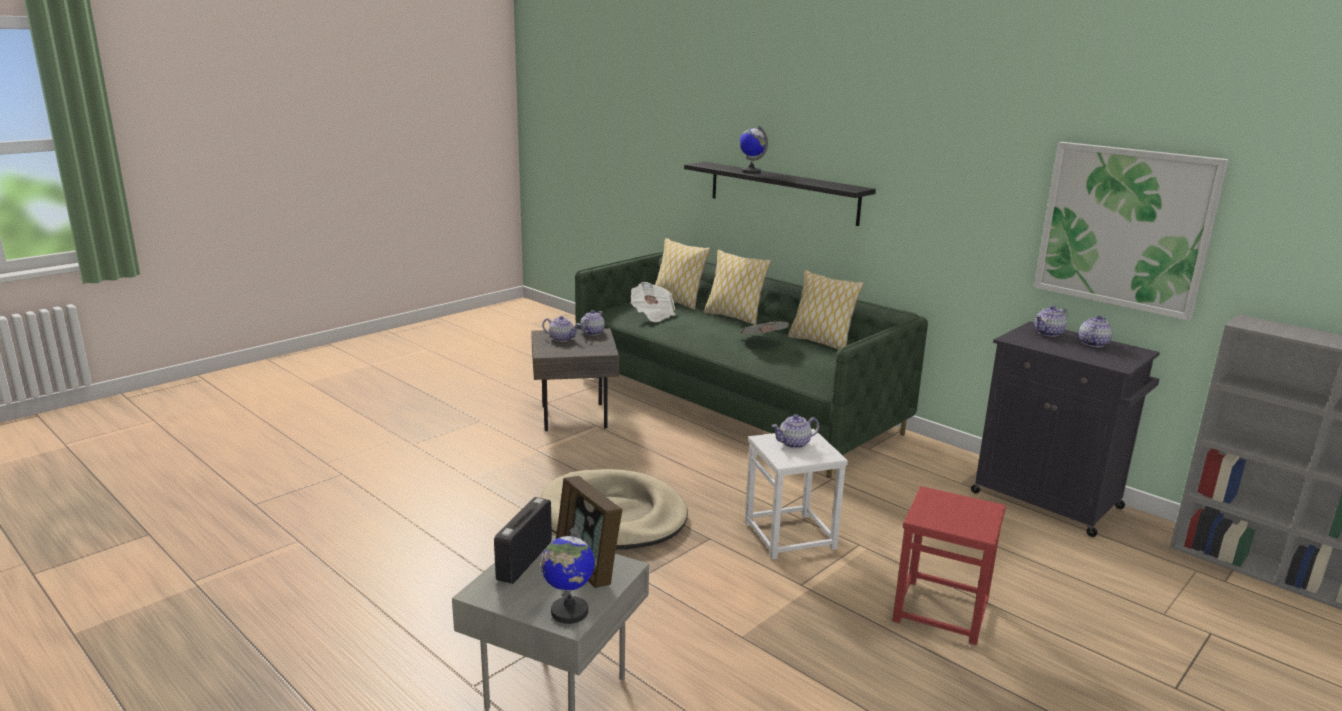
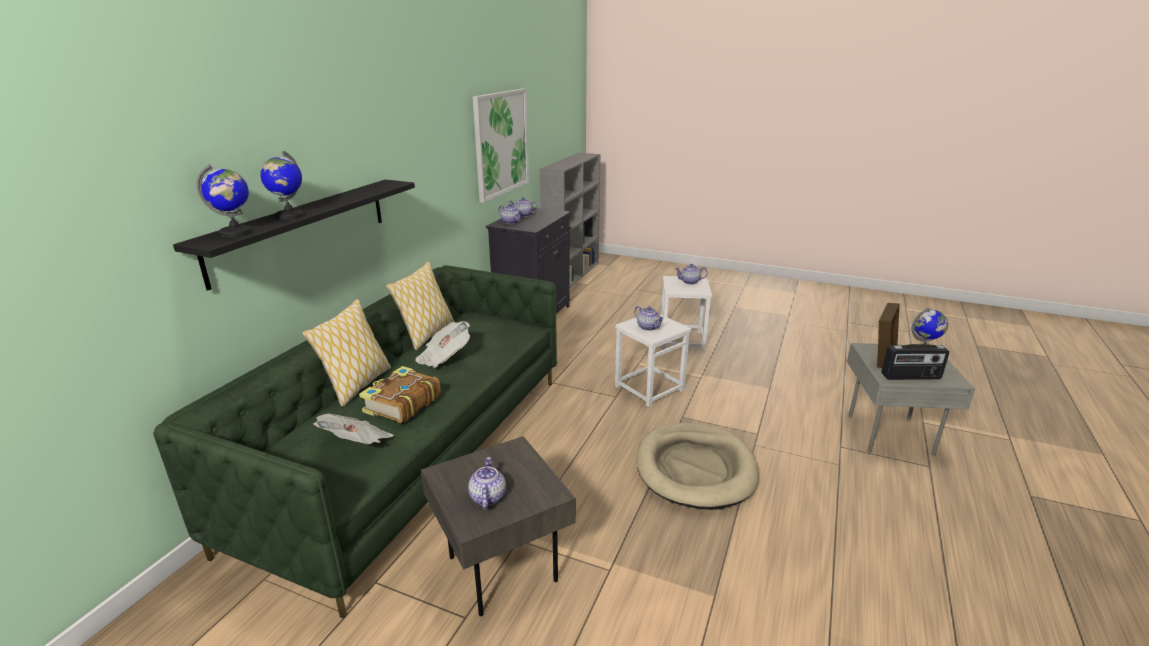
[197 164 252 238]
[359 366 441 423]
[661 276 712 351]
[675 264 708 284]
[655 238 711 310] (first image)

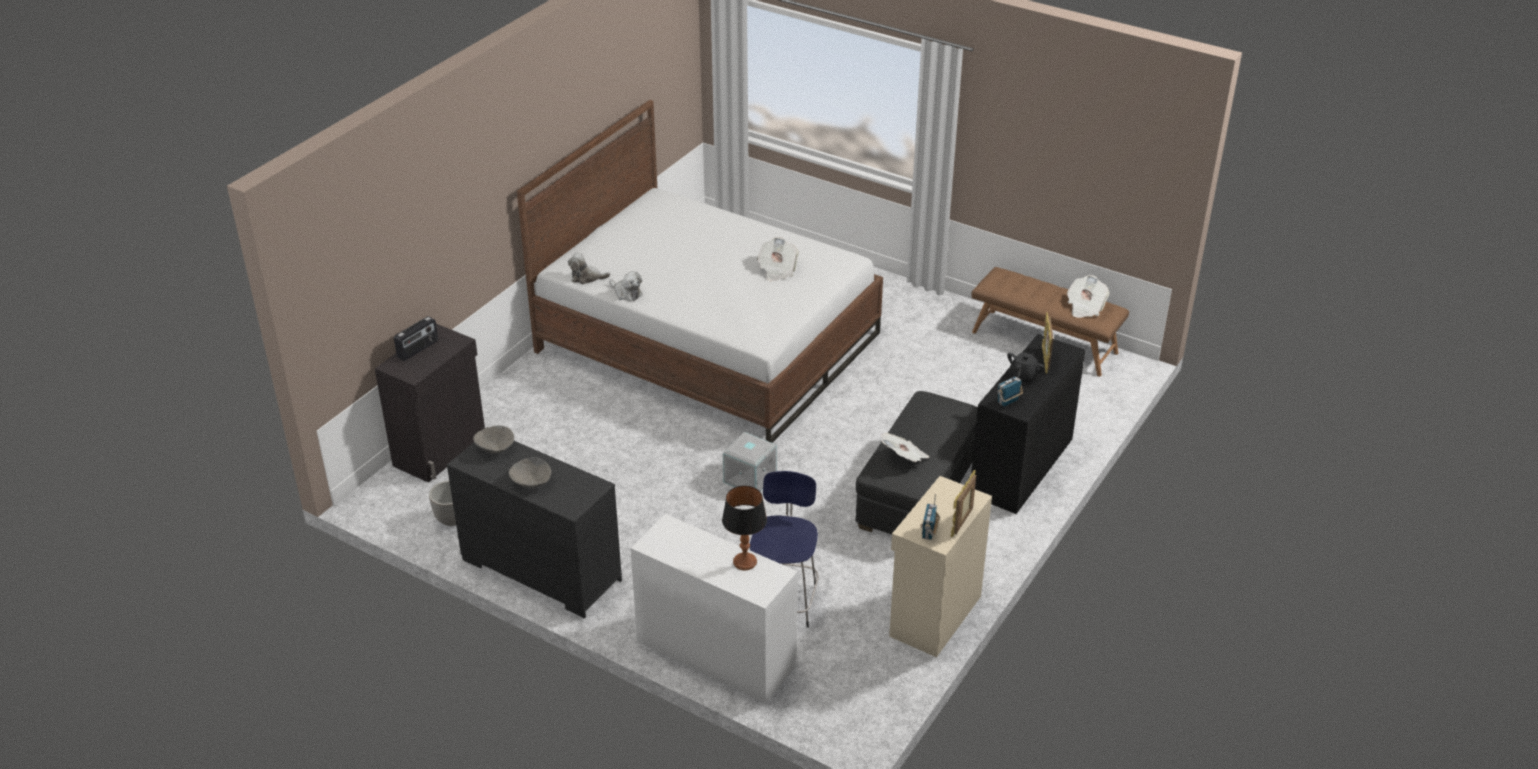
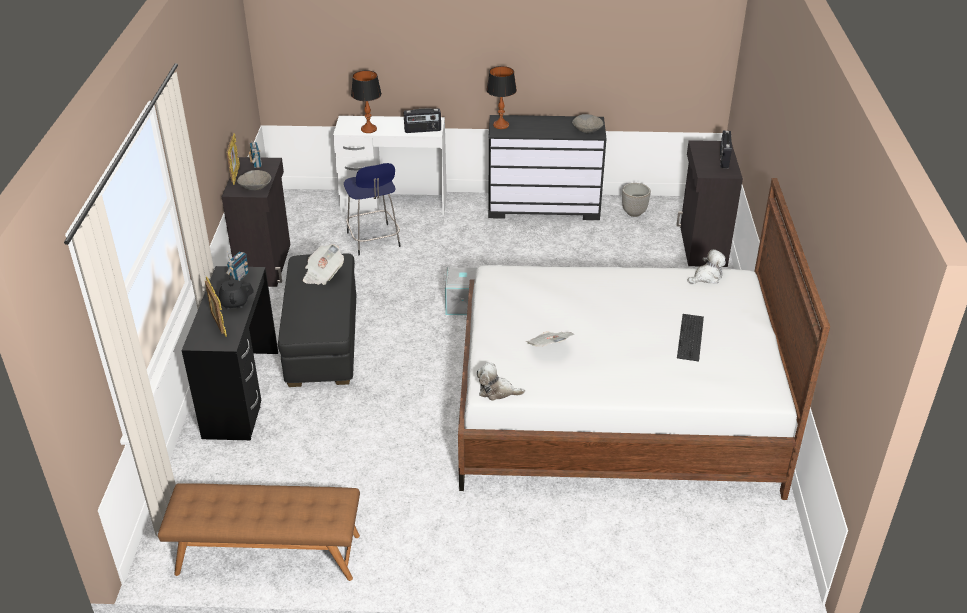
[213 275 254 310]
[222 157 290 287]
[237 170 271 190]
[404 108 441 133]
[477 362 525 401]
[486 66 517 129]
[677 314 704 361]
[1067 275 1109 318] (first image)

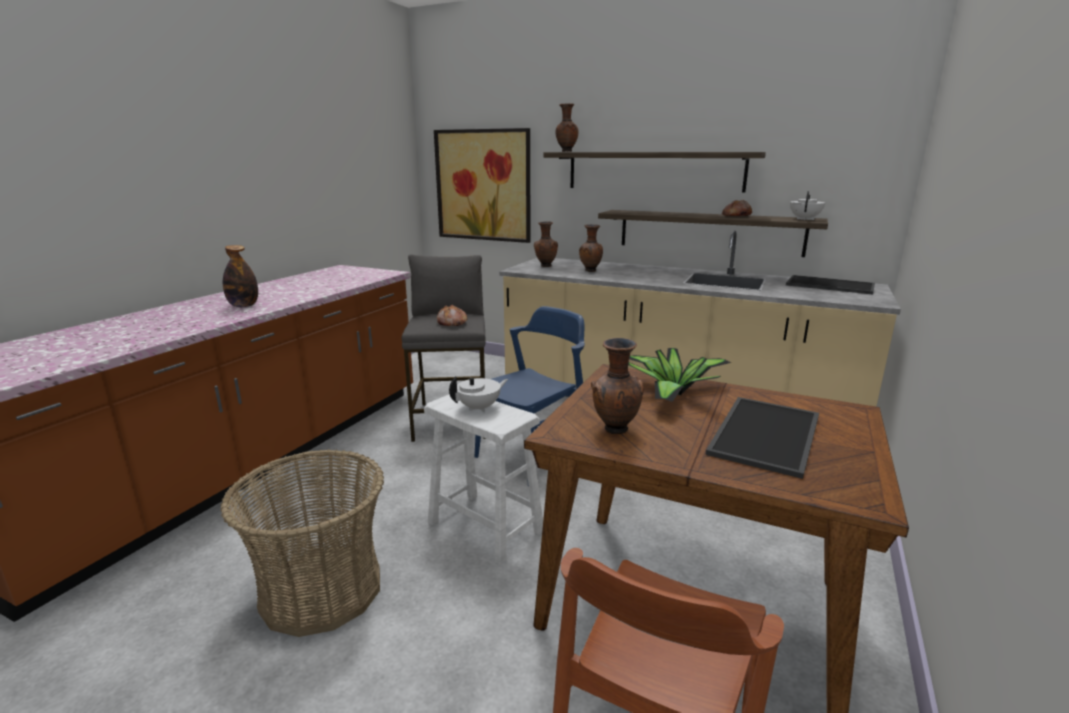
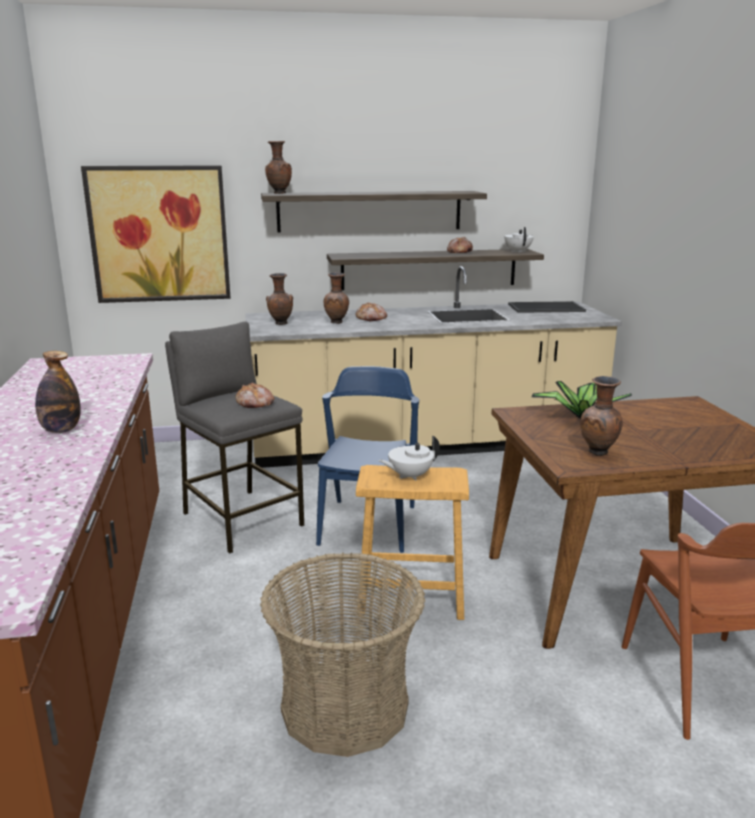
[355 302 387 322]
[356 465 469 620]
[379 435 440 481]
[705 397 819 479] (first image)

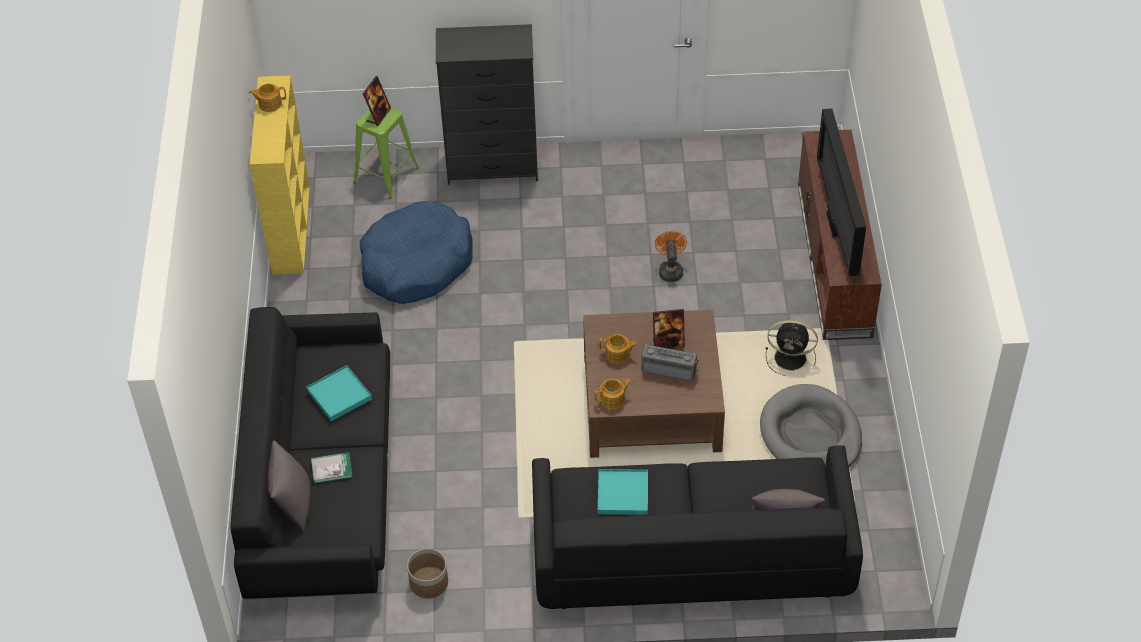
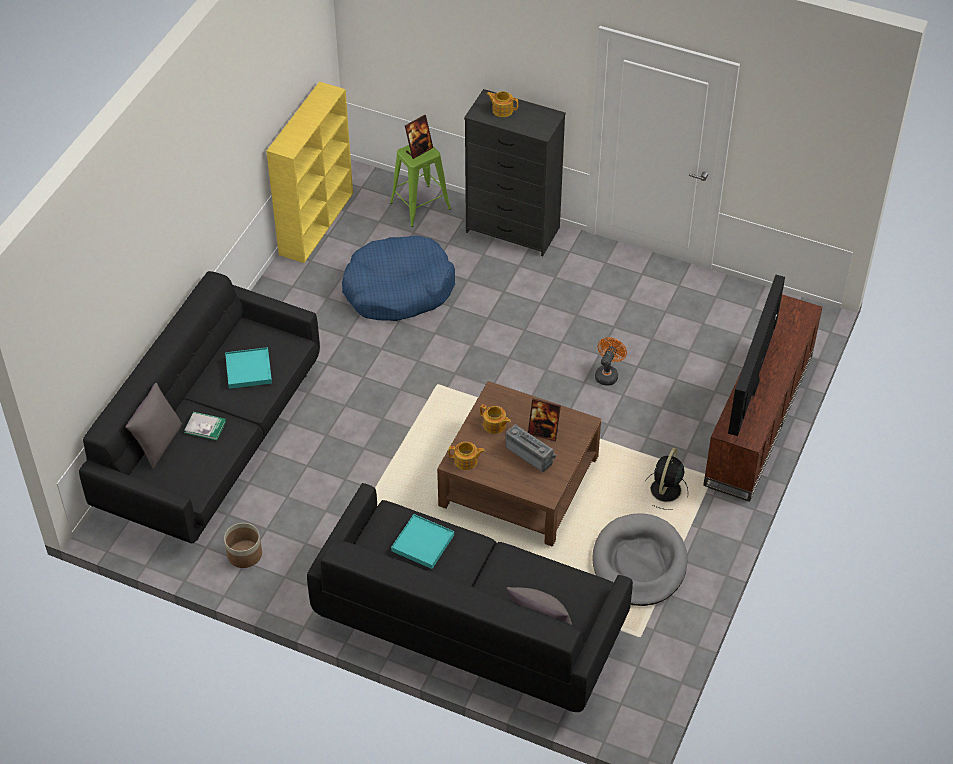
[486 91 518 117]
[645 448 688 510]

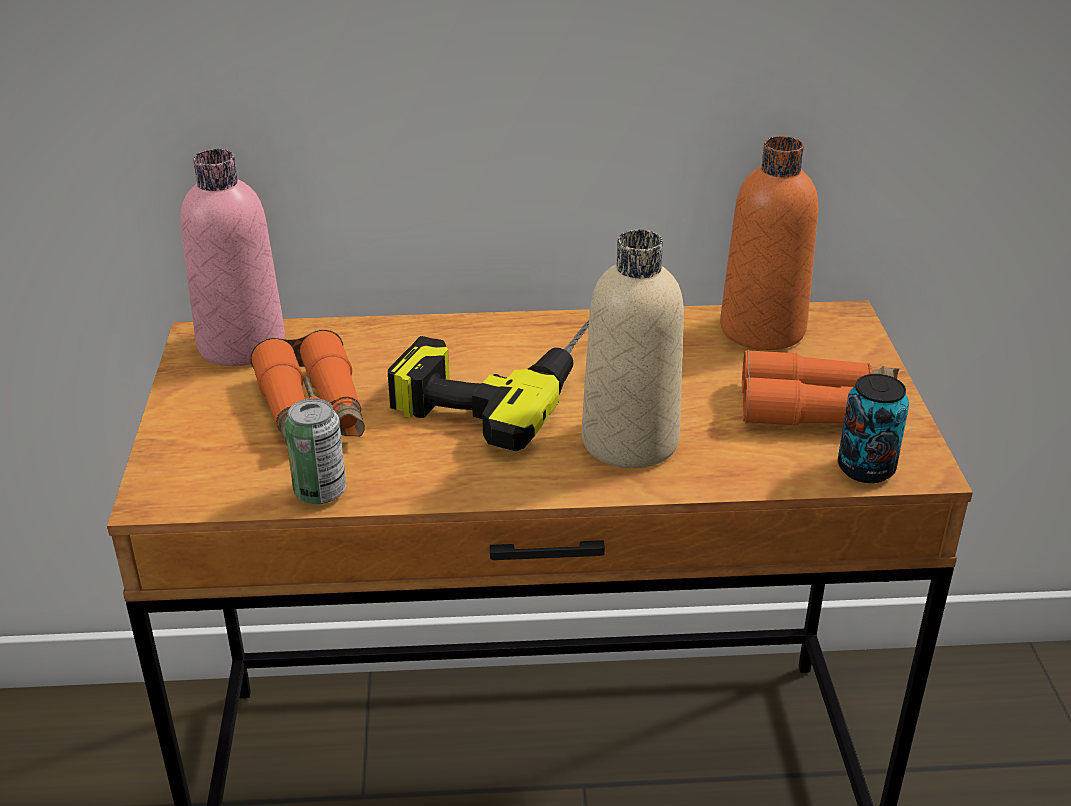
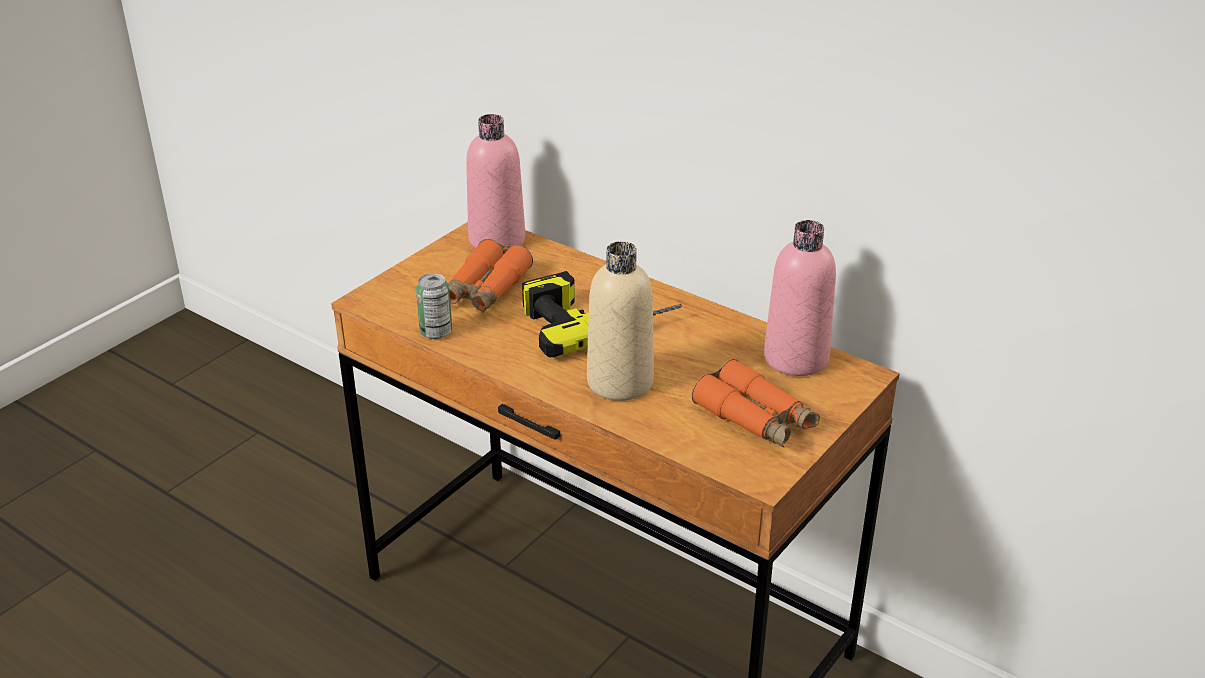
[764 220 836 376]
[838 374 909 483] (first image)

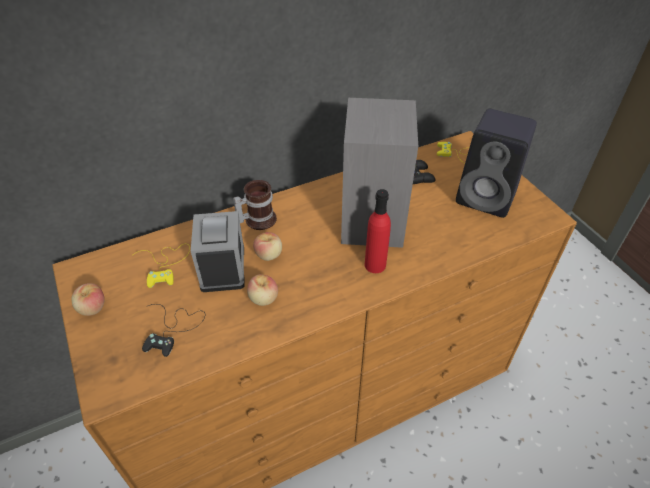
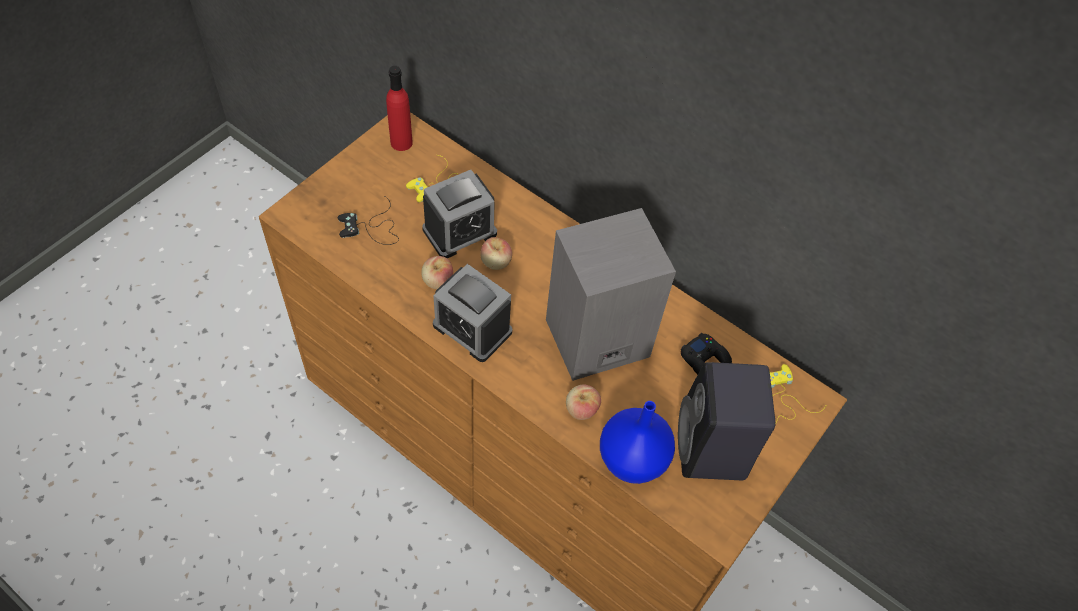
[386 66 413 151]
[433 264 512 362]
[566 384 601 420]
[600 401 675 484]
[233 180 277 230] (first image)

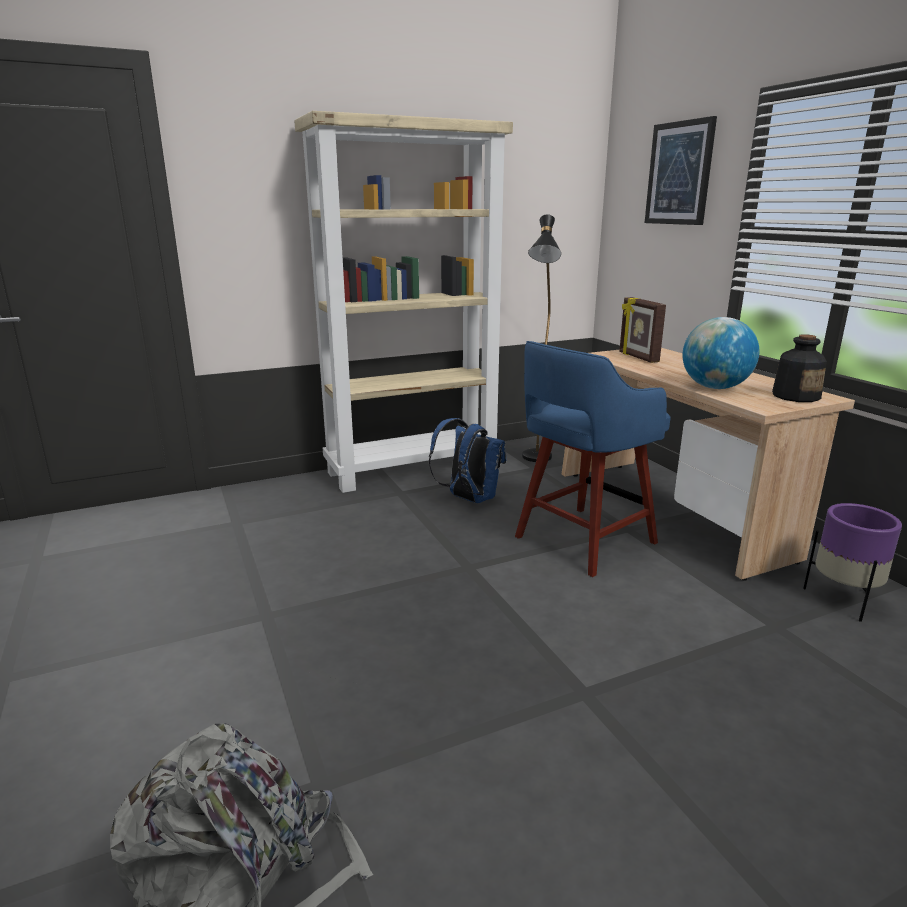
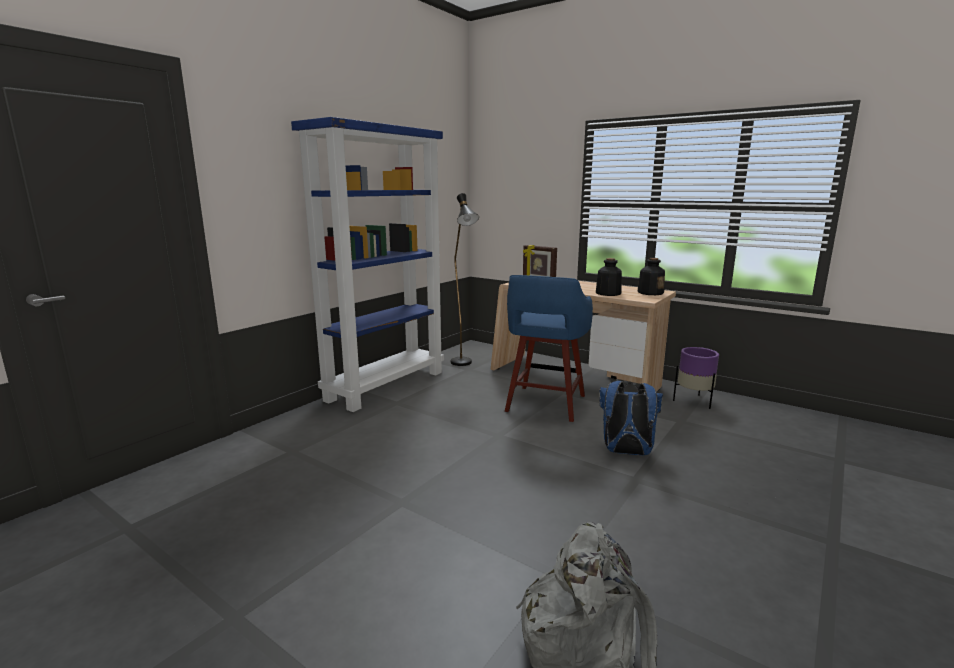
[291 117 444 412]
[596 258 622 296]
[599 381 663 455]
[645 116 717 225] (first image)

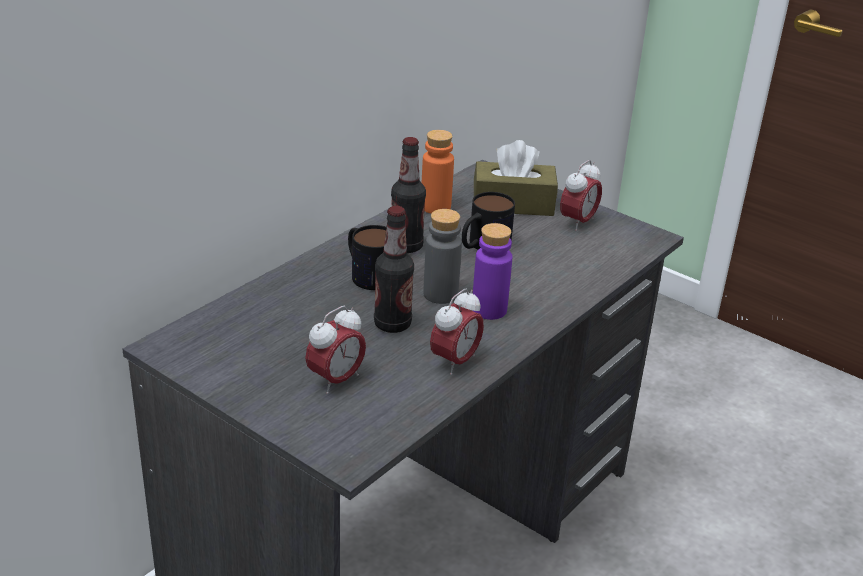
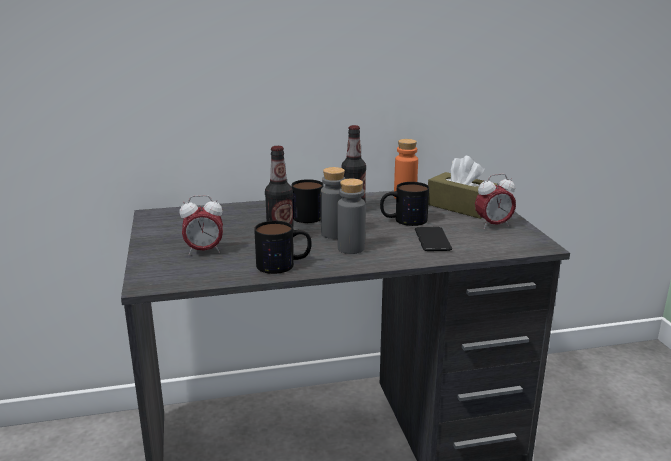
[254 221 312 274]
[337 179 366 254]
[415 227 452 251]

